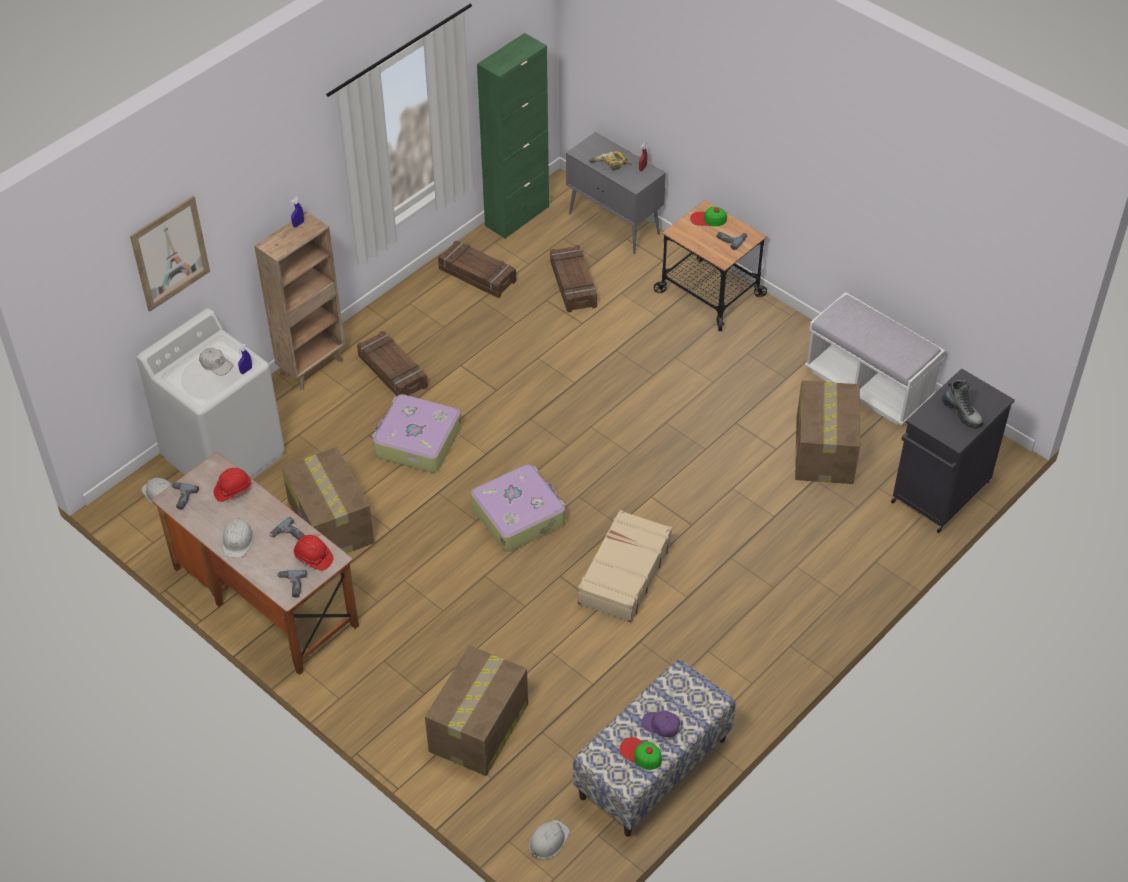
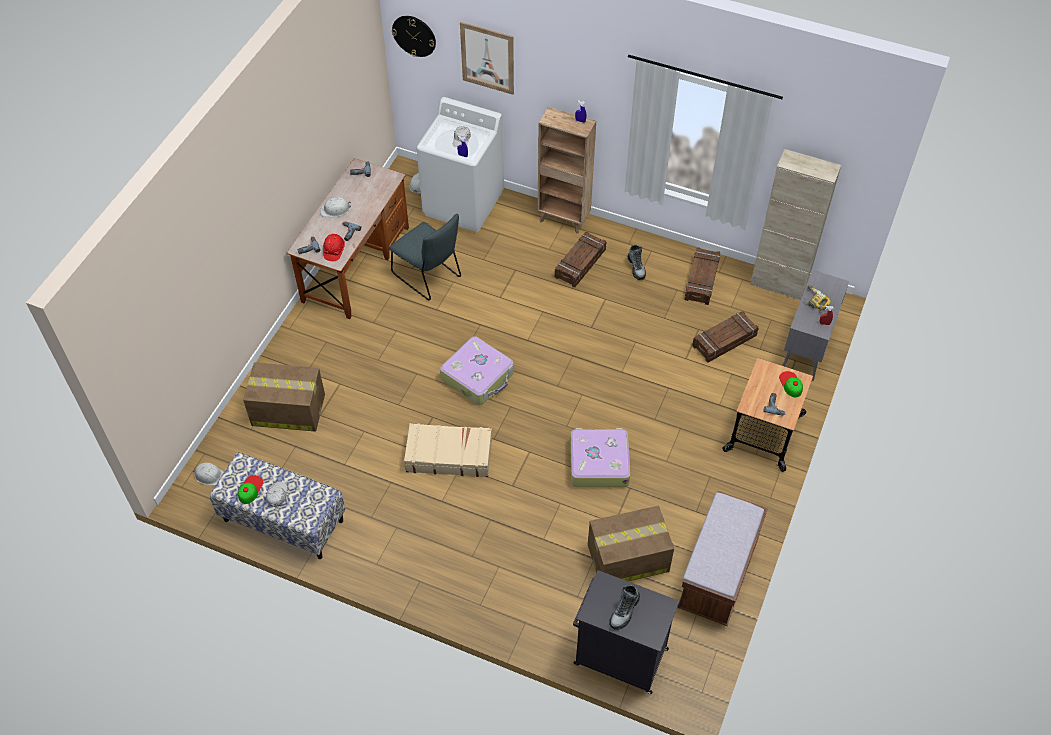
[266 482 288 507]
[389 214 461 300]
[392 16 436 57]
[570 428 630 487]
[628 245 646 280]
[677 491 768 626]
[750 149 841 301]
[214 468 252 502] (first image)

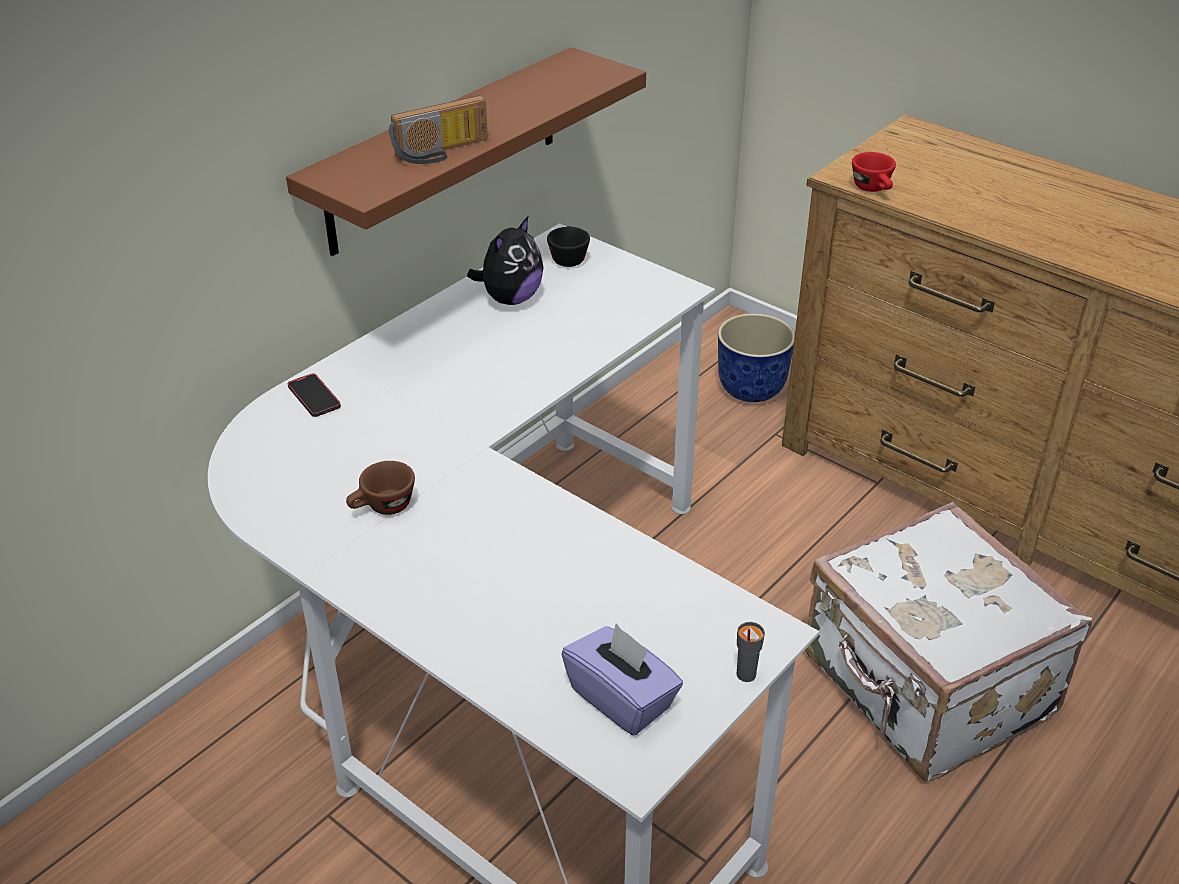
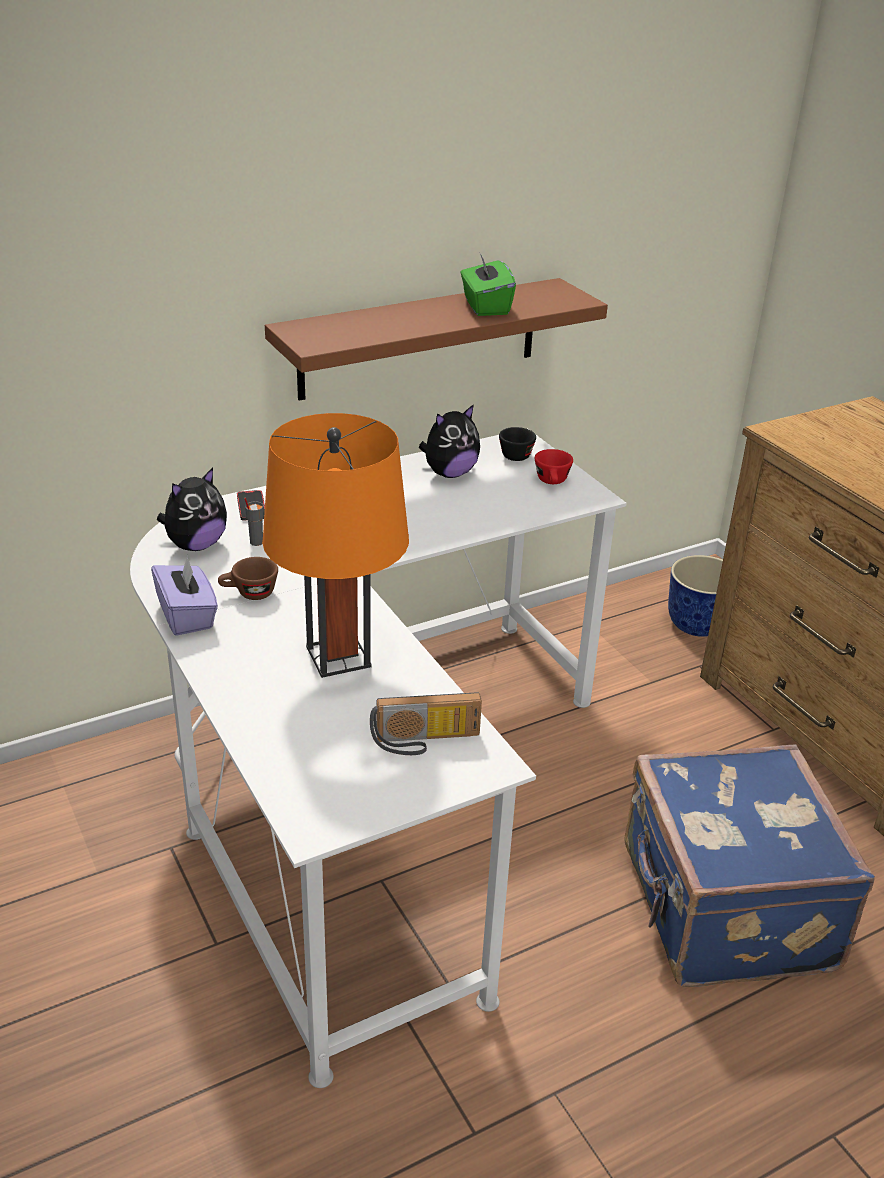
[151 555 218 636]
[157 468 227 551]
[244 498 264 546]
[262 413 409 678]
[370 692 482 755]
[460 254 516 316]
[535 449 573 484]
[625 744 875 987]

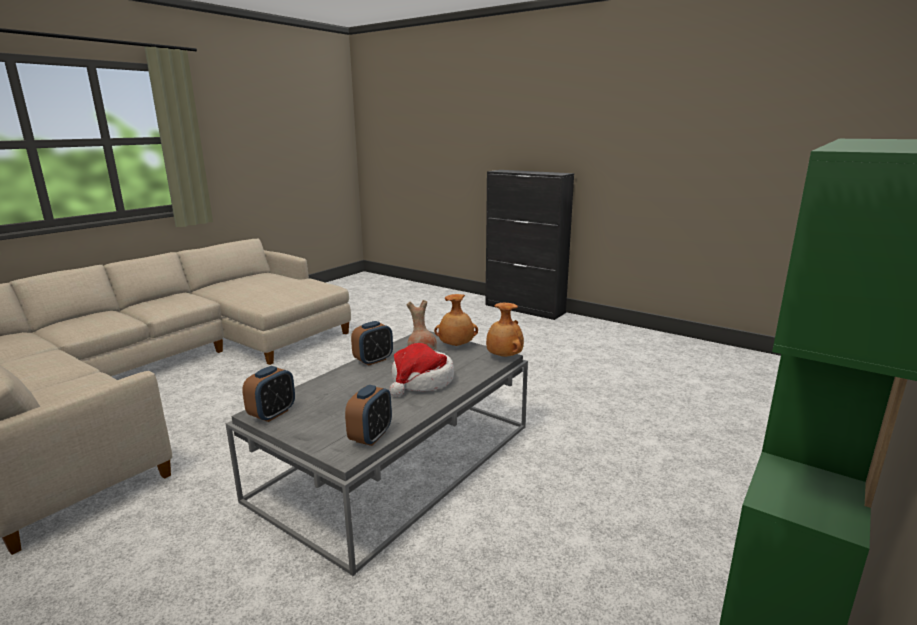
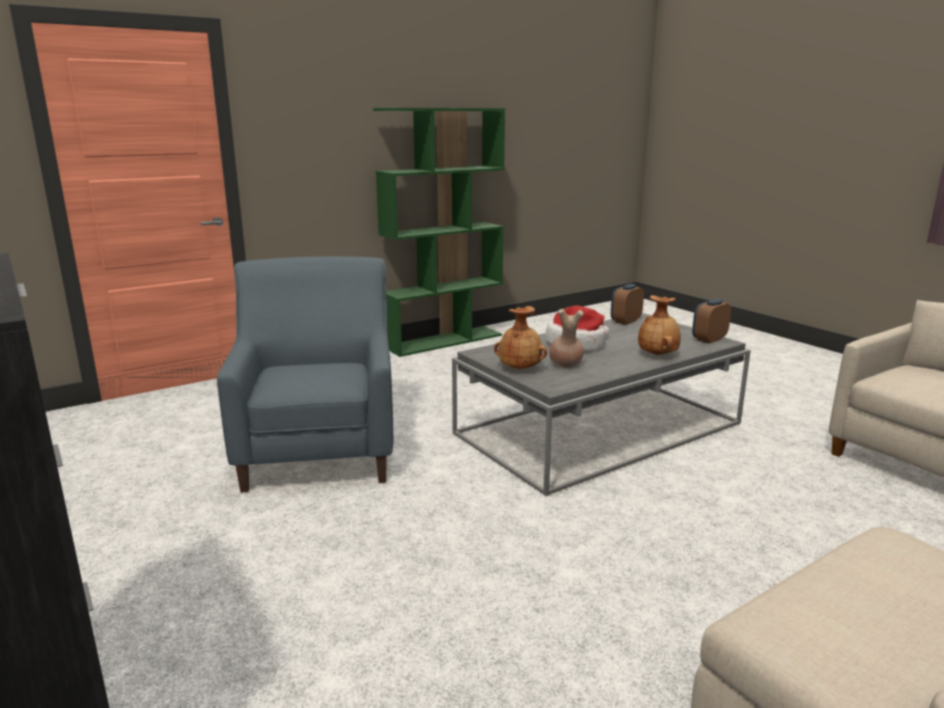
[217 256 393 493]
[638 295 681 355]
[351 321 393 366] (first image)

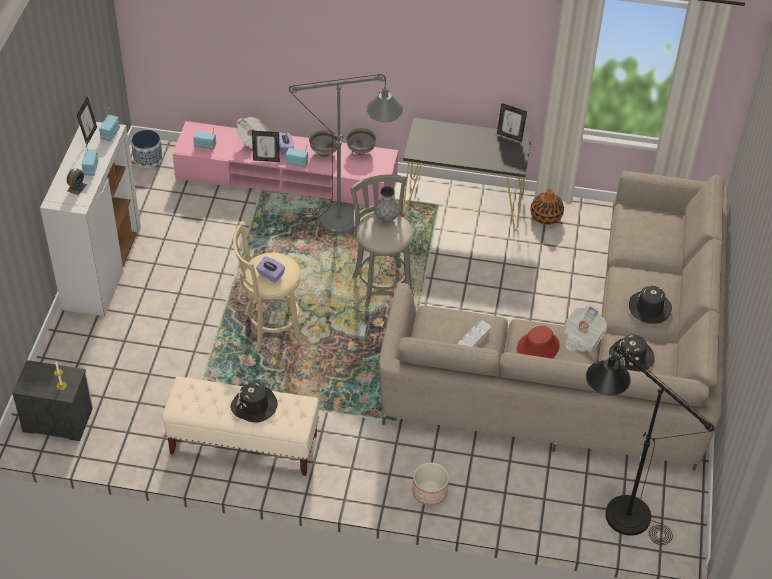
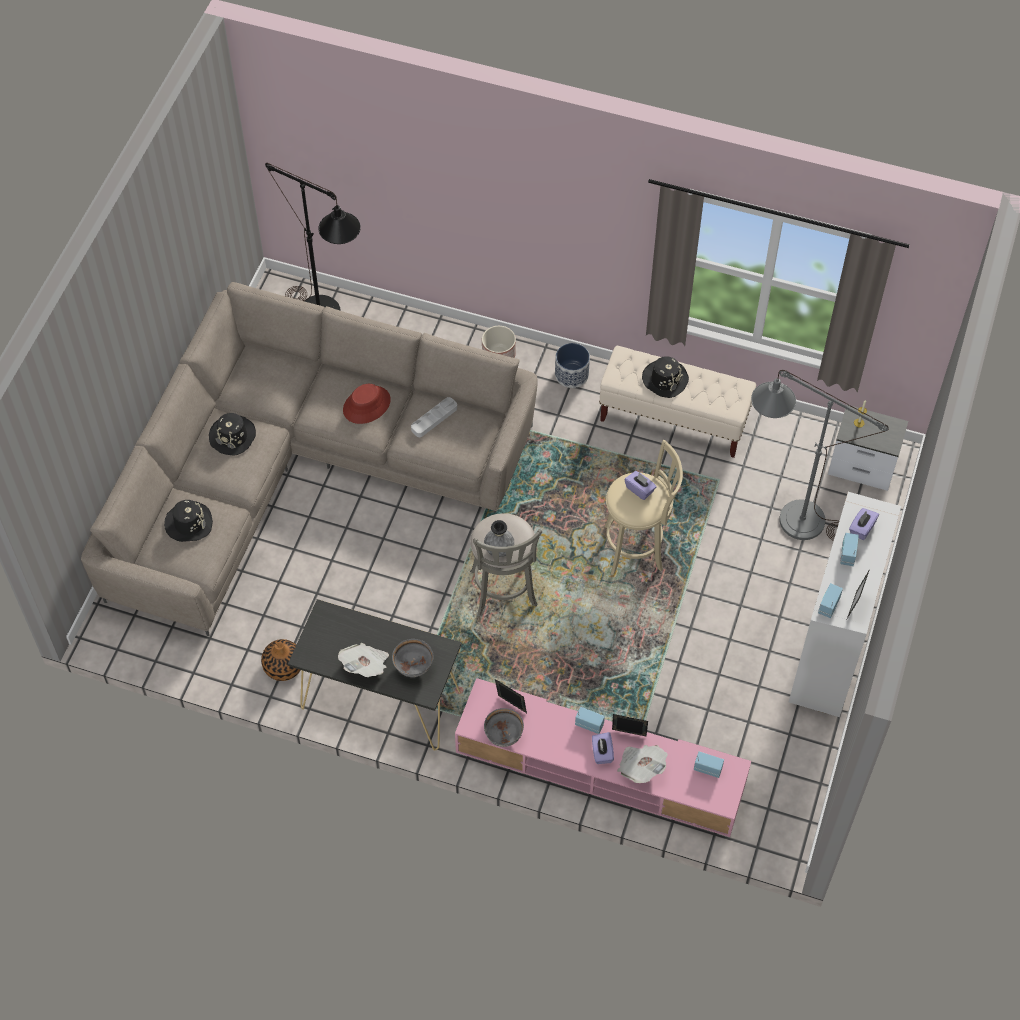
[164 500 213 542]
[338 643 389 677]
[392 639 433 677]
[495 679 527 713]
[555 343 590 388]
[751 370 889 541]
[849 508 879 540]

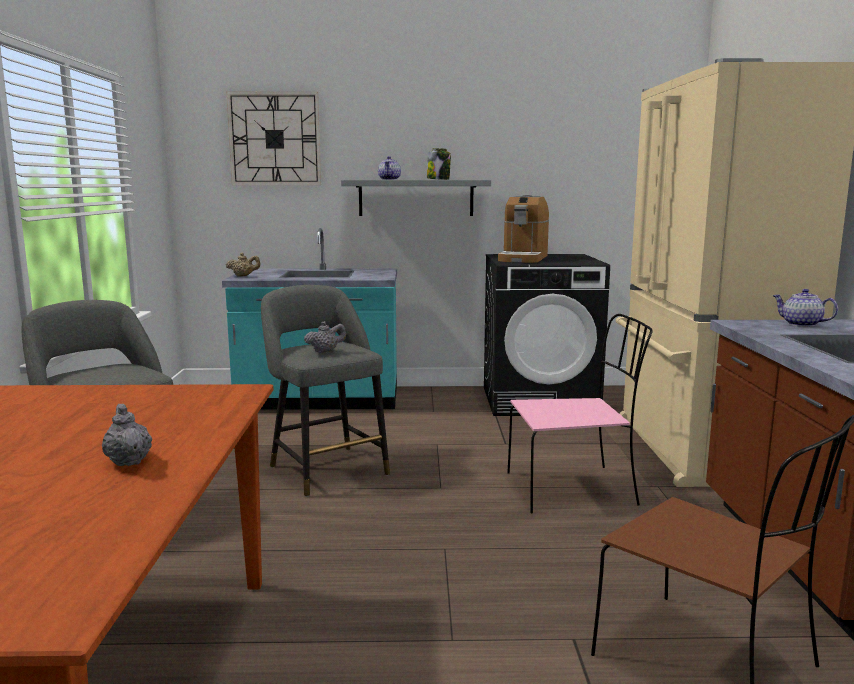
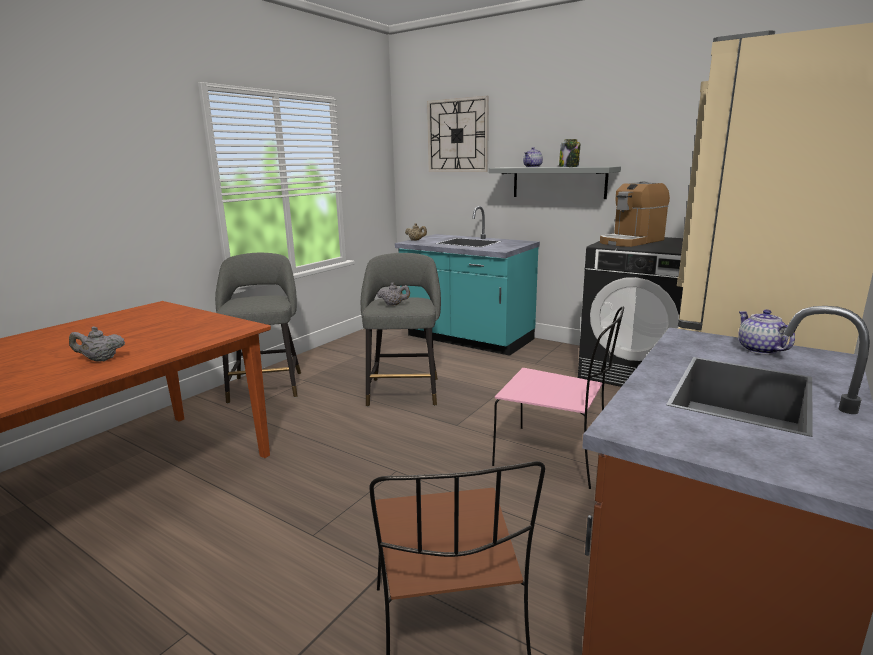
[69 327 125 362]

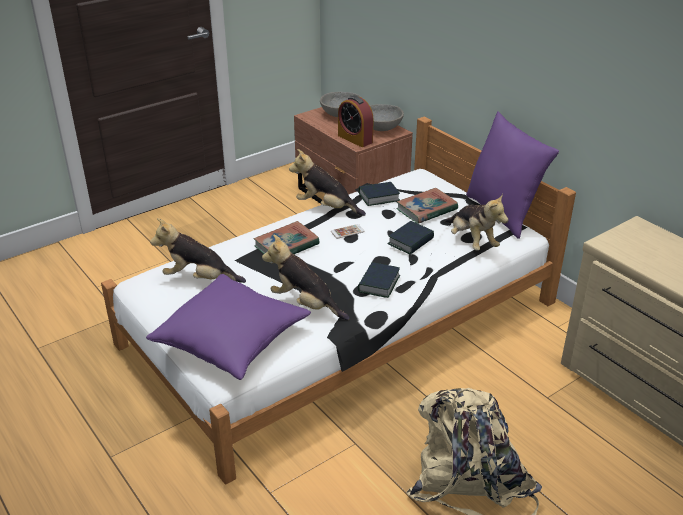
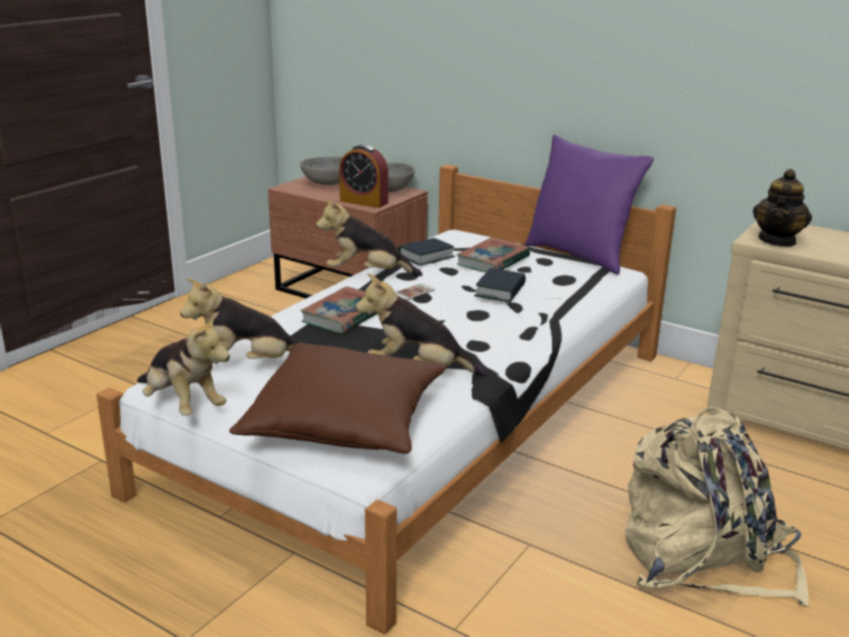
[137 314 230 416]
[229 343 447 454]
[753 169 812 247]
[358 262 400 298] (first image)

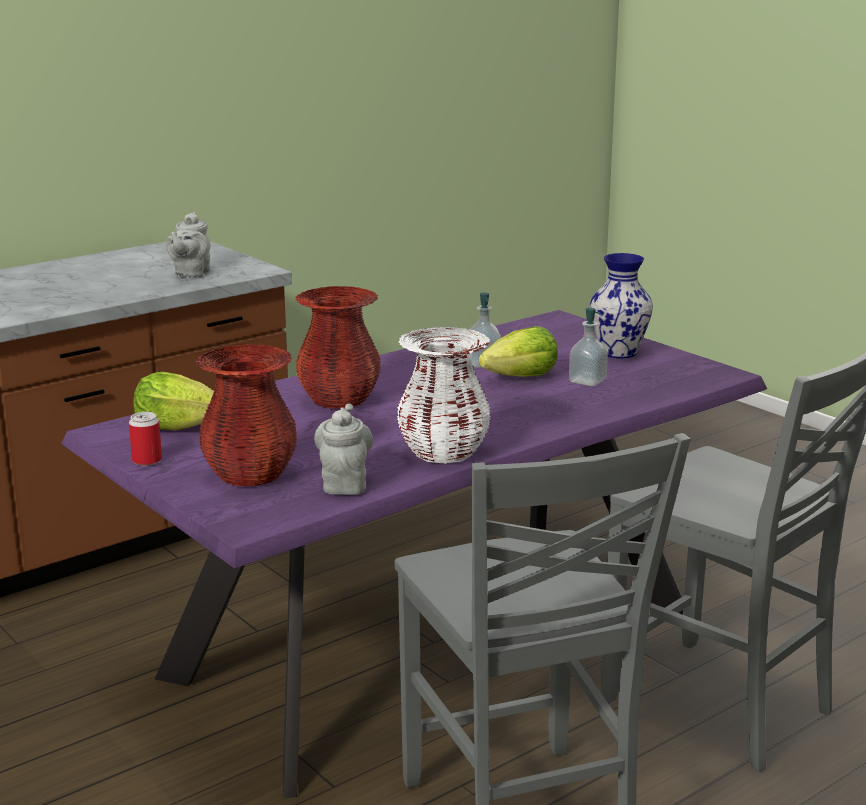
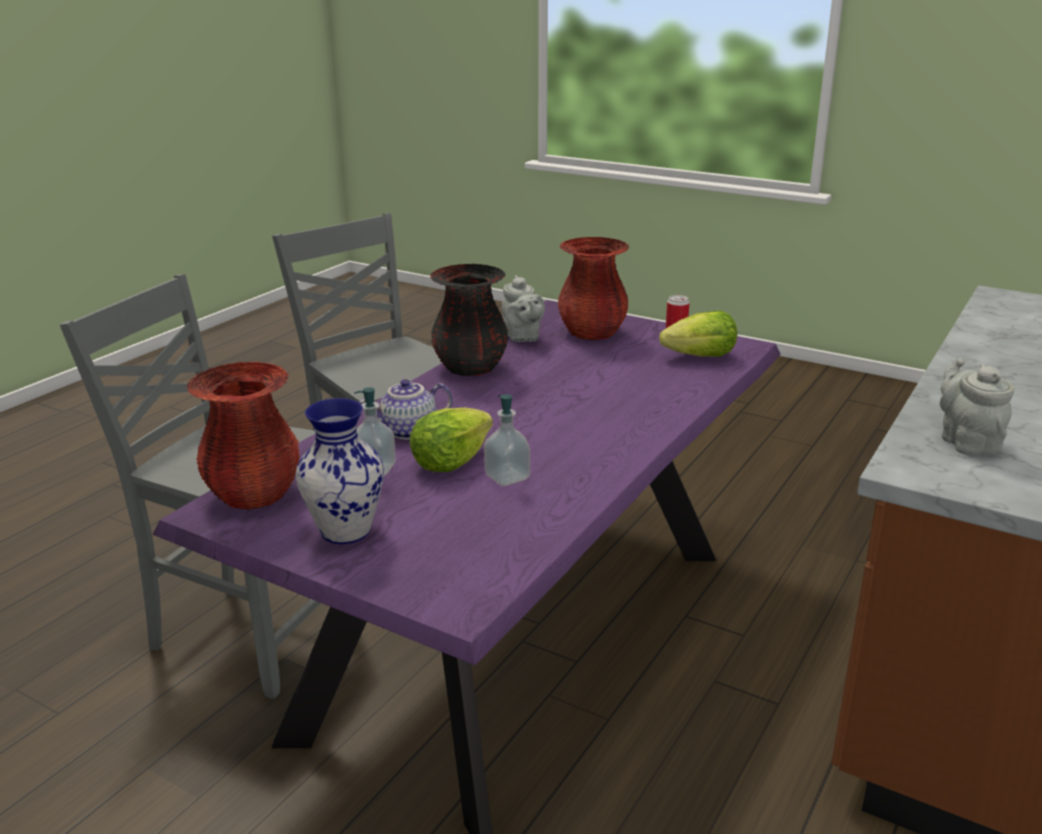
[187 362 300 510]
[359 379 453 440]
[430 264 508 376]

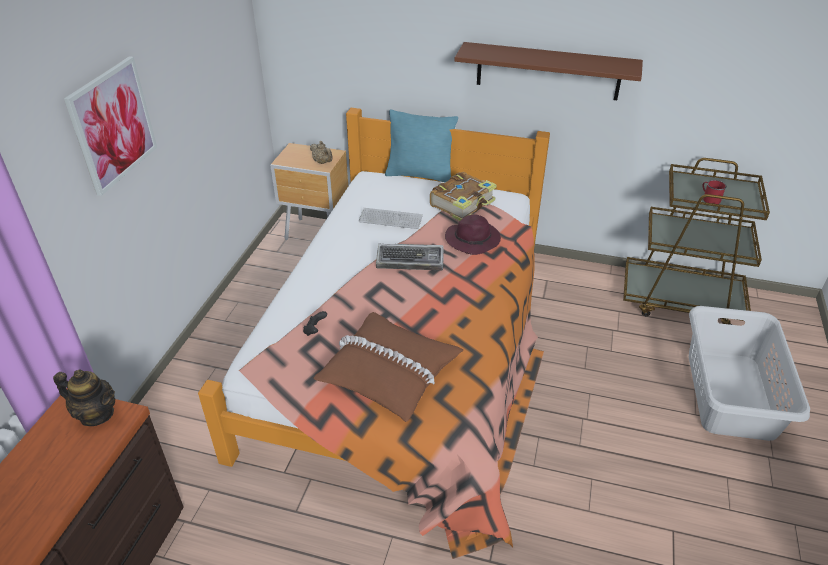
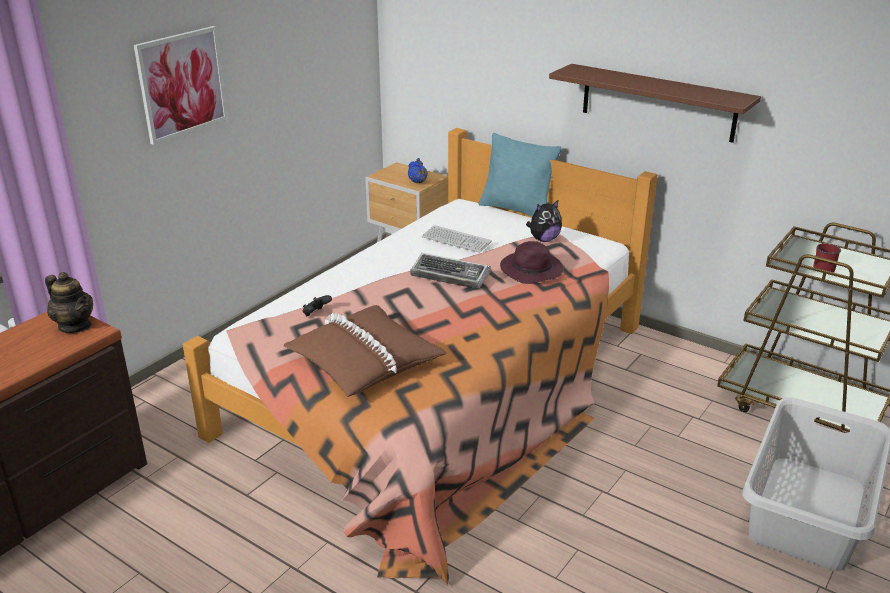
[408 158 428 183]
[526 200 562 242]

